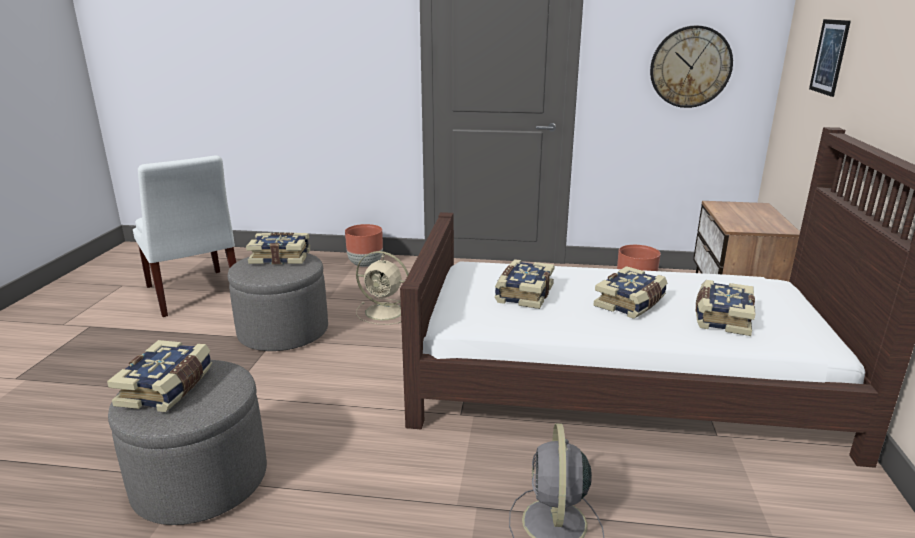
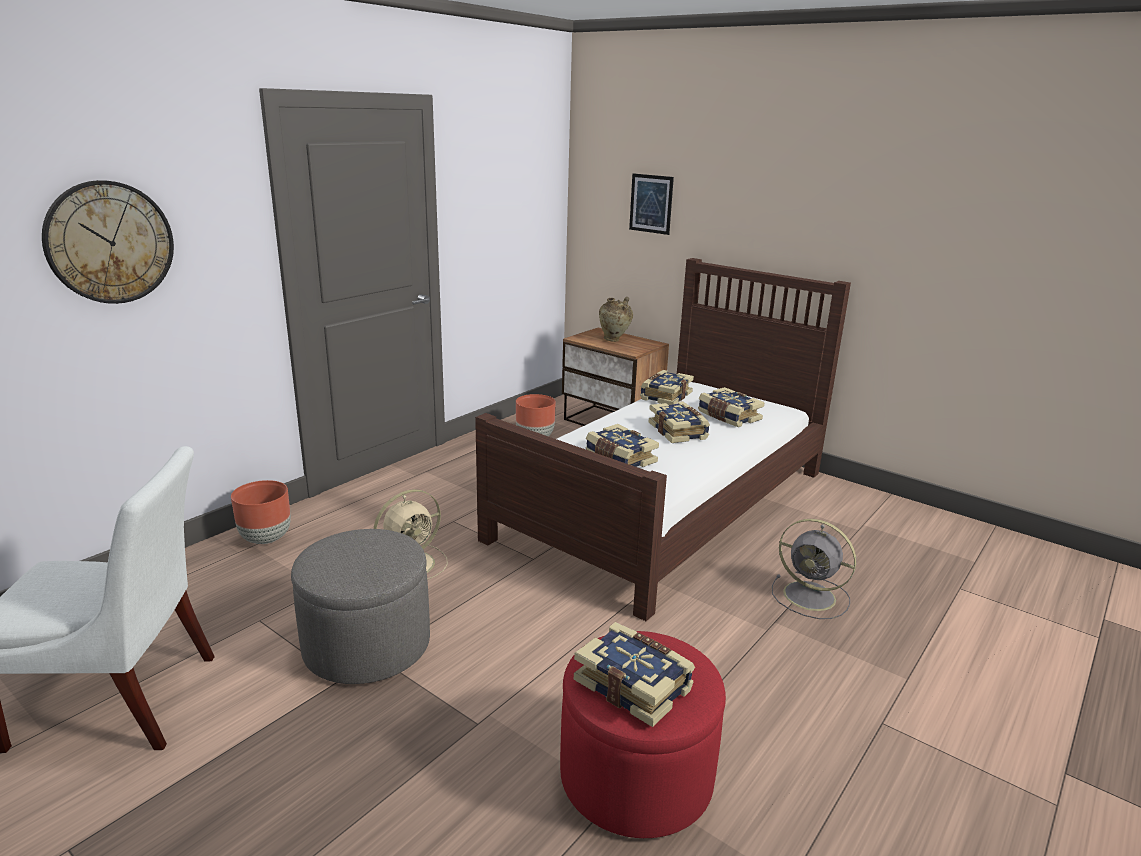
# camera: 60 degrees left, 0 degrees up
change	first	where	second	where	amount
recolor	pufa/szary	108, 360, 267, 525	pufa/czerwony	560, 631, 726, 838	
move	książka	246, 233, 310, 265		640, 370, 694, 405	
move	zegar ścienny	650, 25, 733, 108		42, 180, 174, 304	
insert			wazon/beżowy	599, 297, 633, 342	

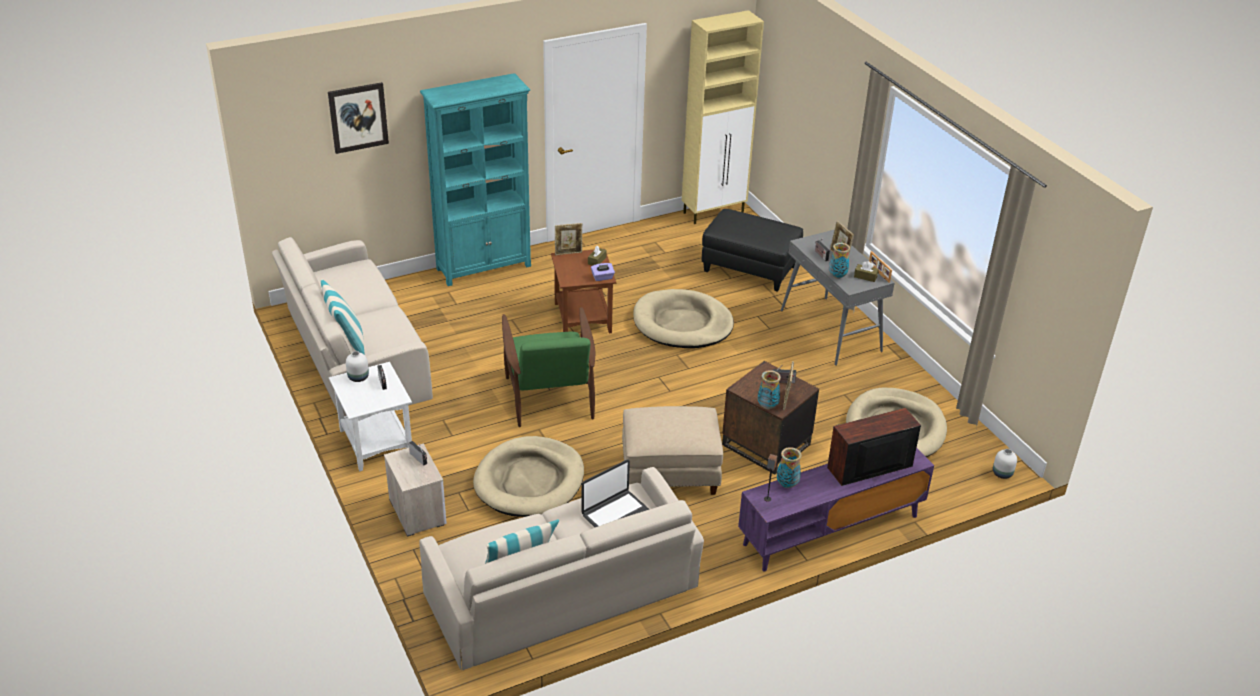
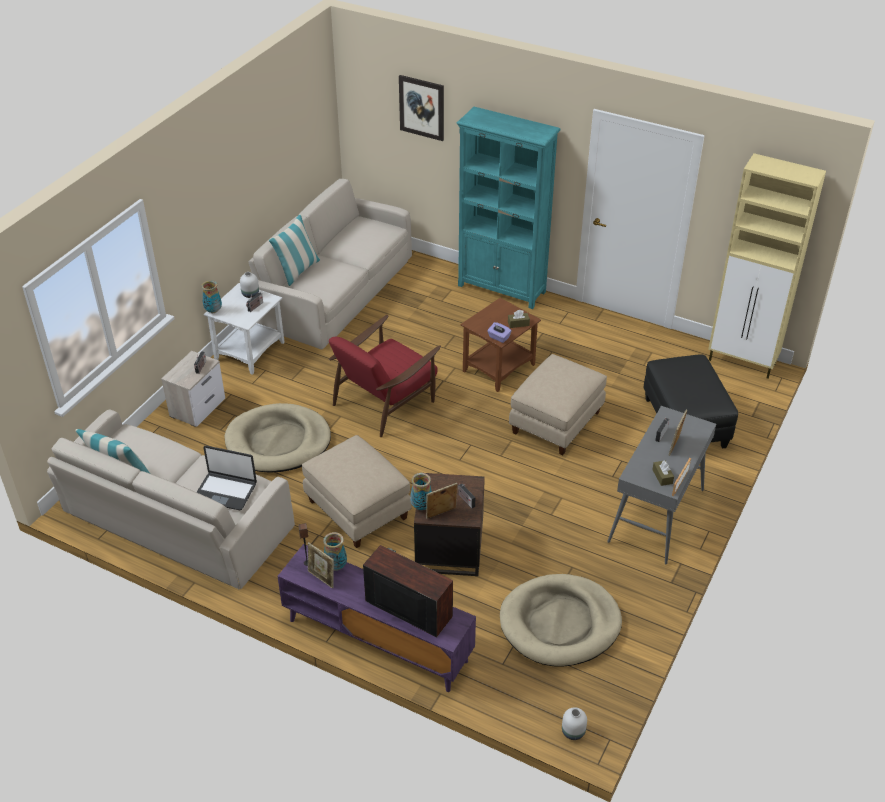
# camera: 55 degrees right, 5 degrees up
change	first	where	second	where	amount
recolor	fotel/zielony	502, 307, 595, 427	fotel/czerwony	329, 315, 441, 437	
move	ramka na zdjęcie	555, 223, 582, 255		308, 542, 334, 589	
replace	legowisko/beżowy	633, 289, 734, 348	pufa/beżowy	509, 354, 607, 455	
move	wazon	829, 243, 850, 279		201, 280, 222, 313	

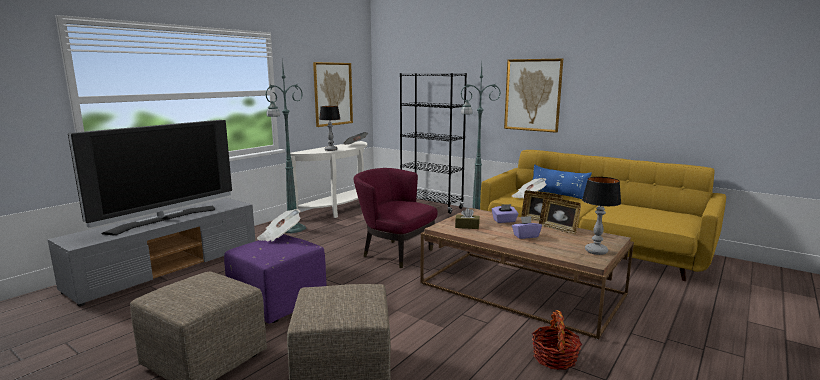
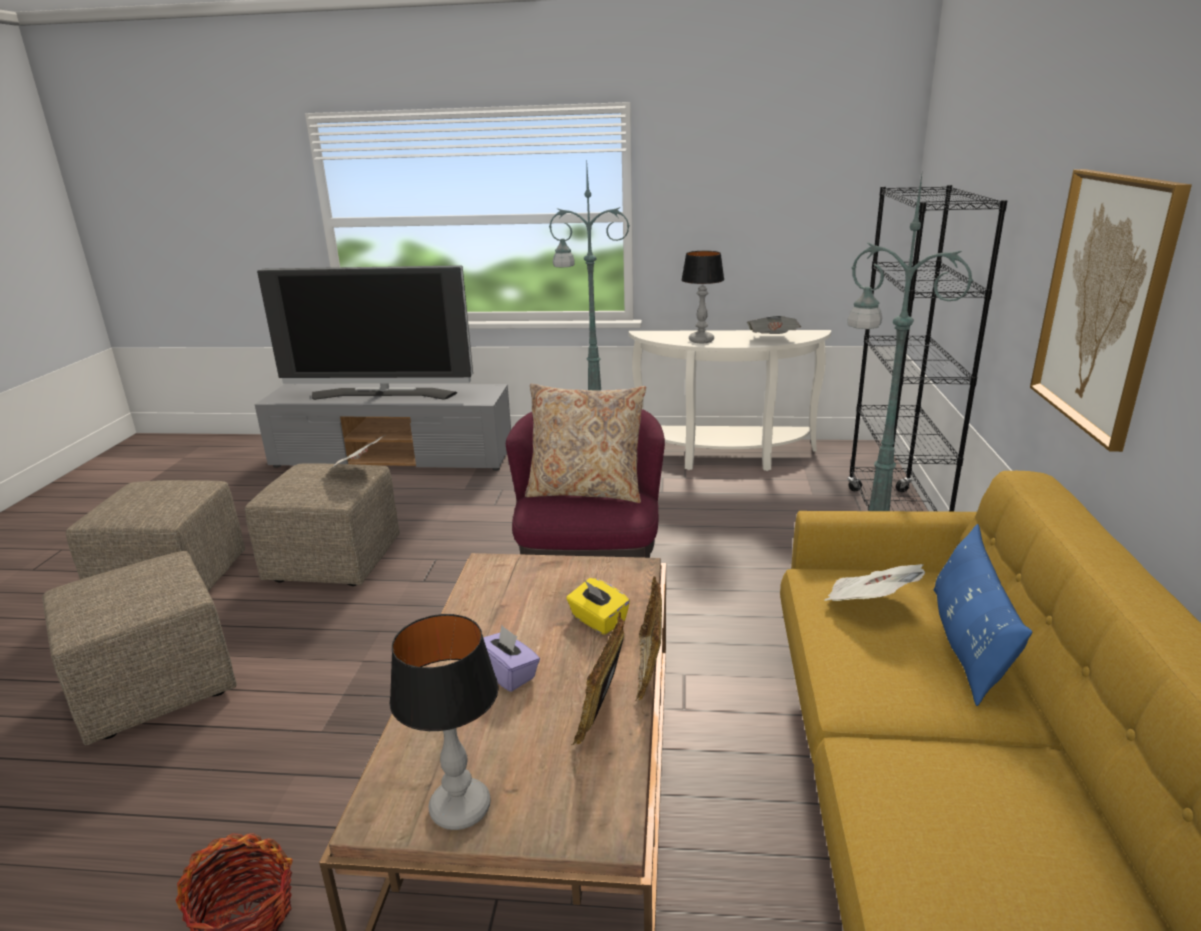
# camera: 60 degrees right, 10 degrees up
change	first	where	second	where	amount
recolor	pufa/fioletowy	224, 234, 327, 324	pufa/beżowy	245, 463, 400, 586	
delete	obraz	313, 62, 353, 127			
delete	pudełko chusteczek/brązowy	455, 208, 480, 229			
recolor	pudełko chusteczek/fioletowy	492, 204, 518, 223	pudełko chusteczek/żółty	566, 578, 630, 635	
insert			poduszka/beżowy	525, 384, 646, 503	

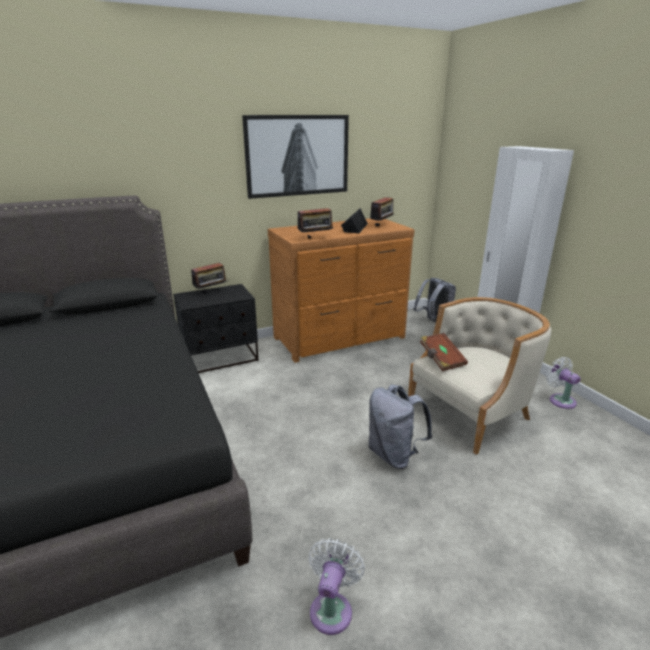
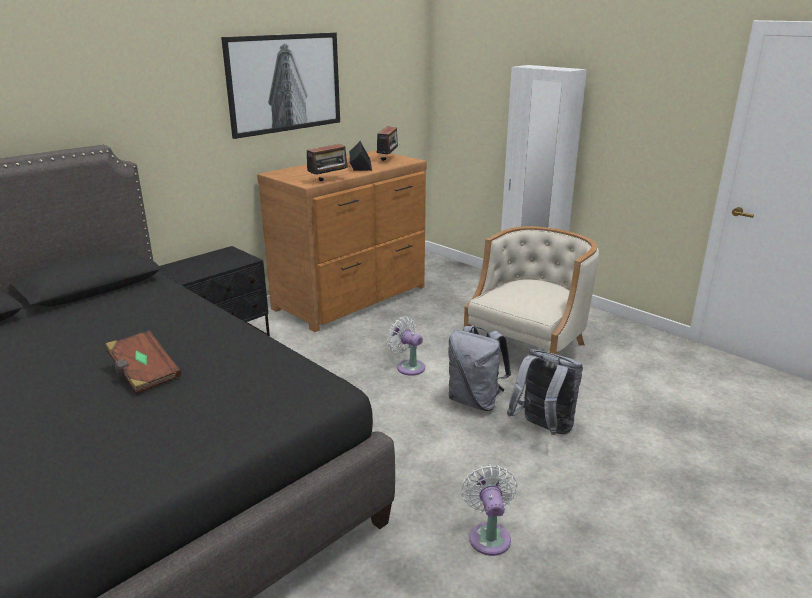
# camera: 20 degrees left, 0 degrees up
change	first	where	second	where	amount
delete	radio	191, 263, 227, 293			
move	plecak/szary	413, 278, 456, 322		507, 349, 583, 435	
move	książka/brązowy	420, 333, 468, 371		105, 330, 181, 394	
move	wentylator/biały	546, 357, 581, 409		387, 317, 425, 376	

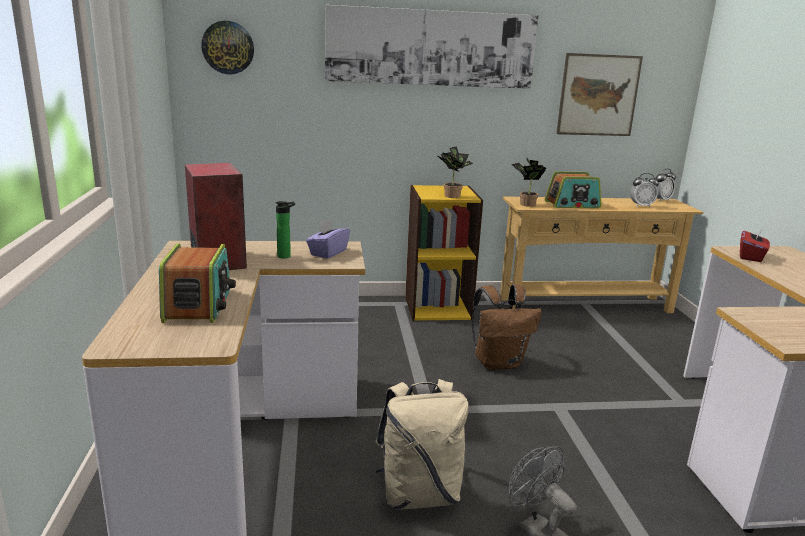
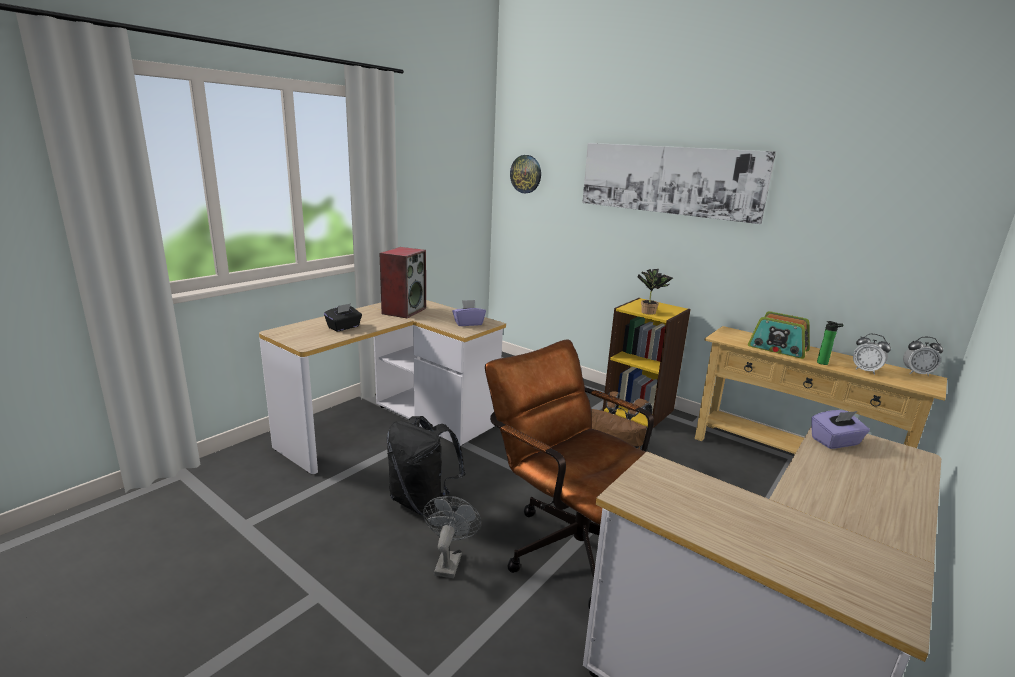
# camera: 45 degrees right, 0 degrees up
change	first	where	second	where	amount
replace	radio	159, 243, 236, 323	pudełko chusteczek/czarny	324, 303, 362, 332	
move	butelka	275, 201, 295, 259		817, 321, 844, 365	
recolor	plecak/beżowy	375, 379, 469, 510	plecak/czarny	387, 416, 465, 516	
delete	roślina doniczkowa	511, 158, 546, 207			
delete	obraz	556, 53, 643, 136			
recolor	pudełko chusteczek/czerwony	740, 228, 770, 262	pudełko chusteczek/fioletowy	811, 410, 870, 449	
insert			krzesło biurowe/brązowy	485, 339, 654, 609	

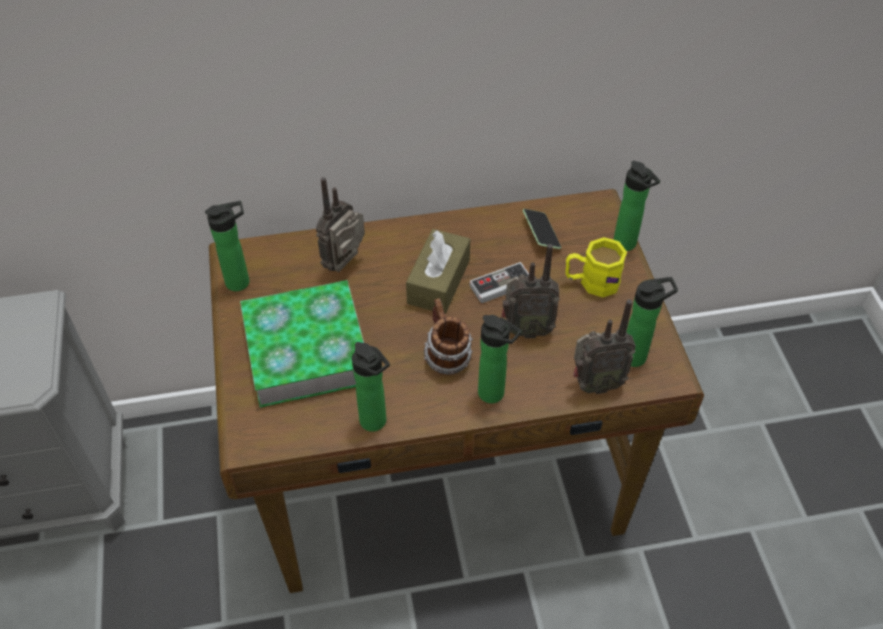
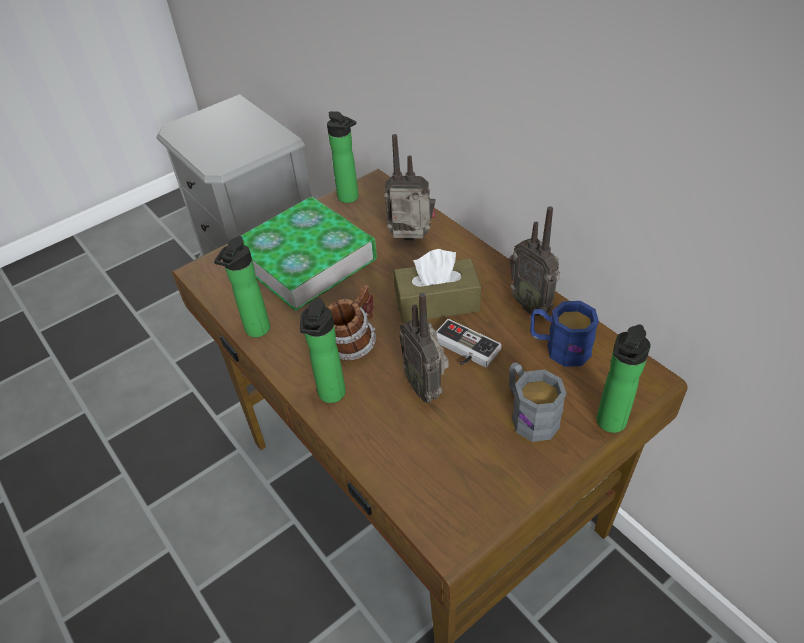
# camera: 65 degrees right, 5 degrees down
change	first	where	second	where	amount
replace	telefon	523, 209, 561, 249	kubek/niebieski	530, 301, 599, 367	
recolor	kubek/żółty	565, 237, 627, 297	kubek/szary	509, 362, 567, 442	
move	radio	573, 299, 636, 394		509, 206, 560, 316	
delete	butelka	626, 277, 678, 367			

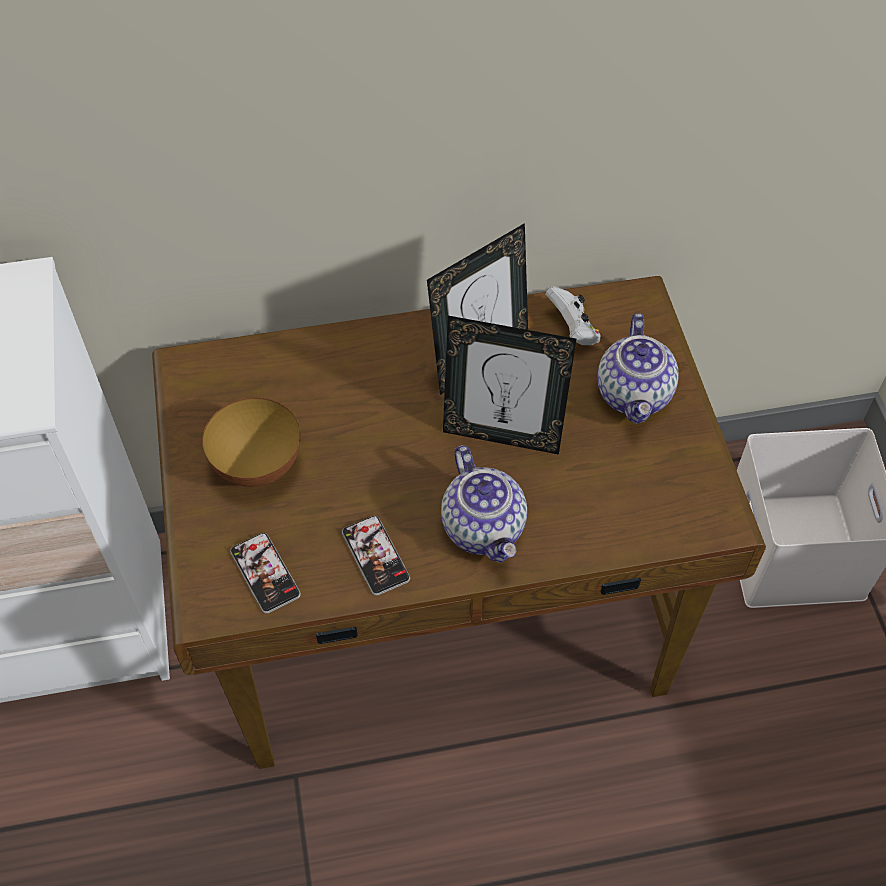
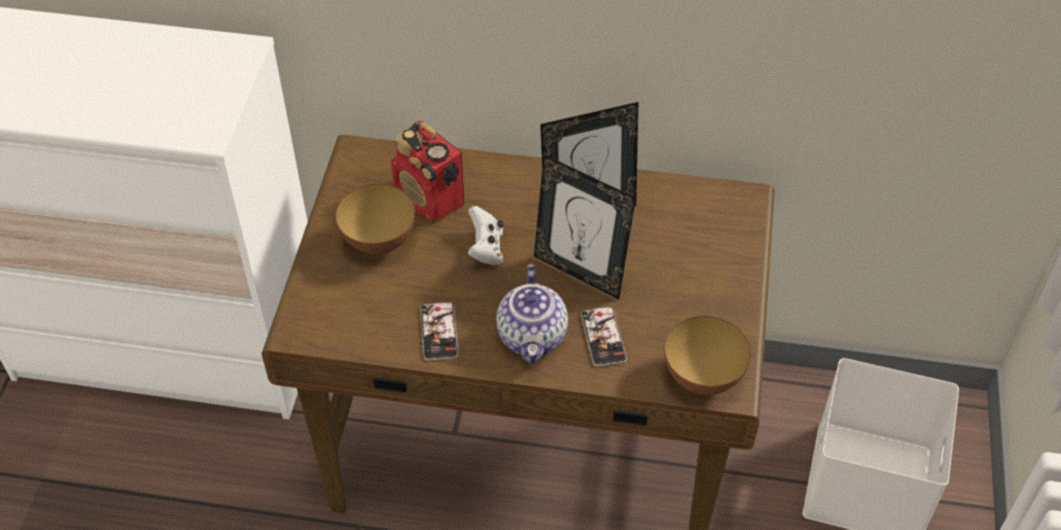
# camera: 20 degrees right, 5 degrees down
change	first	where	second	where	amount
move	telefon	230, 533, 301, 613		581, 307, 627, 367	
move	pad do gier/biały	546, 286, 601, 345		467, 206, 504, 265	
delete	imbryk	597, 313, 679, 424			
insert			radio	391, 120, 464, 220	
insert			miska	664, 316, 751, 395	

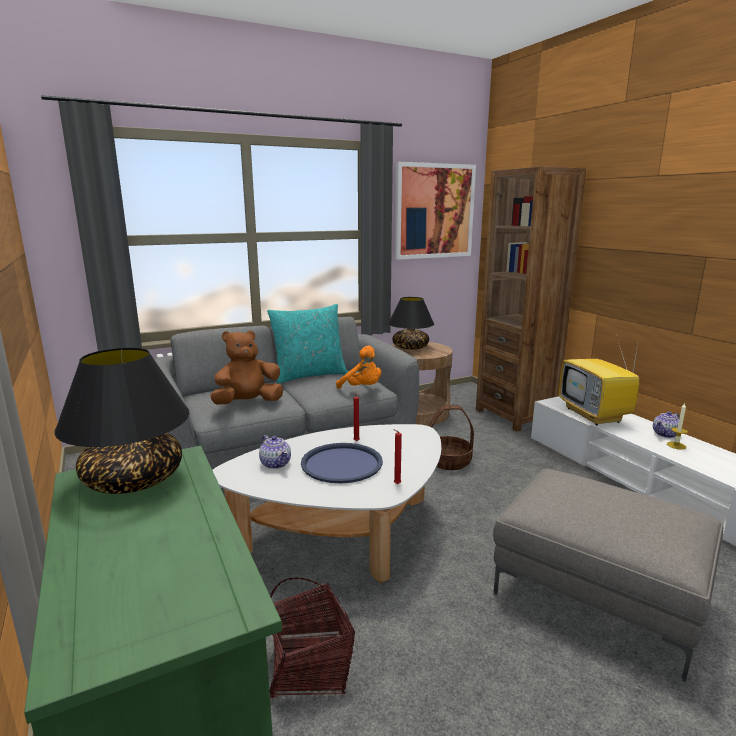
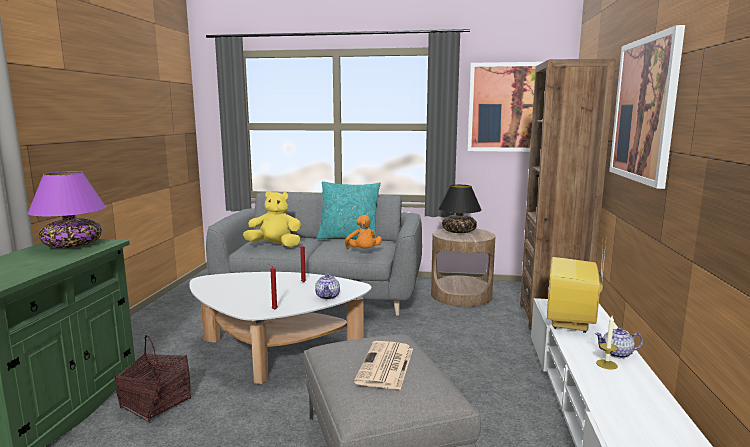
# camera: 35 degrees right, 5 degrees down
change	first	where	second	where	amount
recolor	lampa stołowa/czarny	55, 348, 190, 494	lampa stołowa/fioletowy	28, 171, 106, 248	
recolor	pluszak/brązowy	210, 330, 283, 405	pluszak/żółty	243, 190, 301, 247	
move	imbryk	259, 435, 291, 469		315, 274, 340, 300	
delete	taca/niebieski	301, 443, 383, 483			
delete	koszyk	429, 405, 474, 470			
insert			gazeta	354, 341, 413, 390	
insert			obraz	609, 25, 685, 189	

